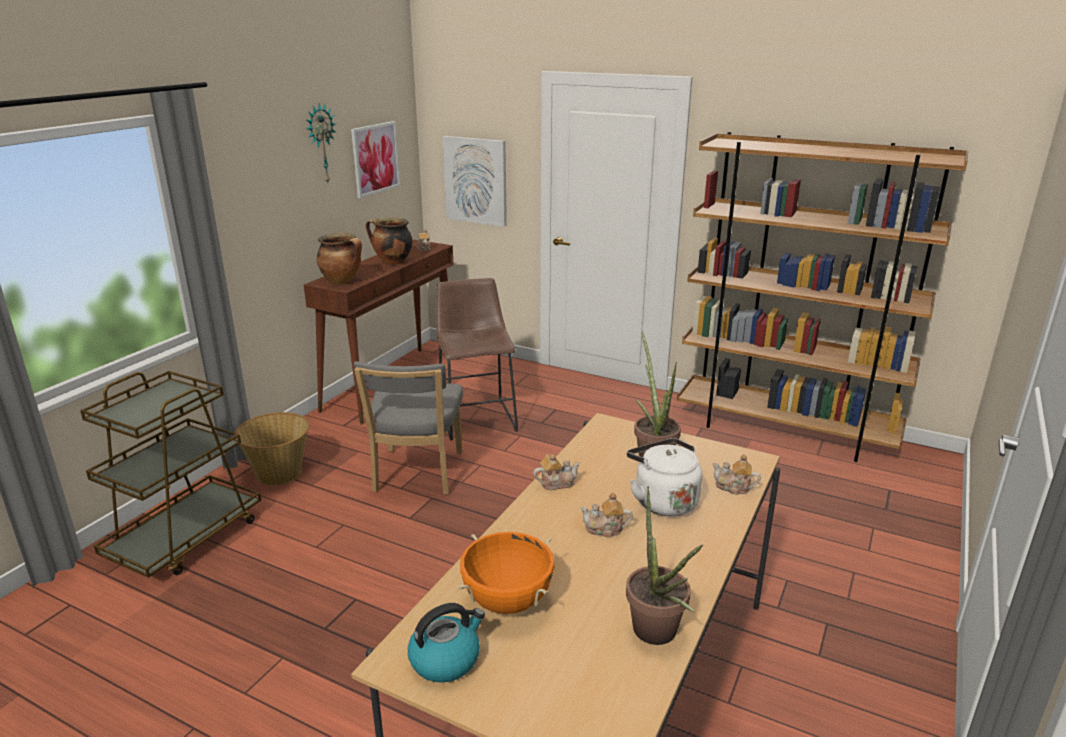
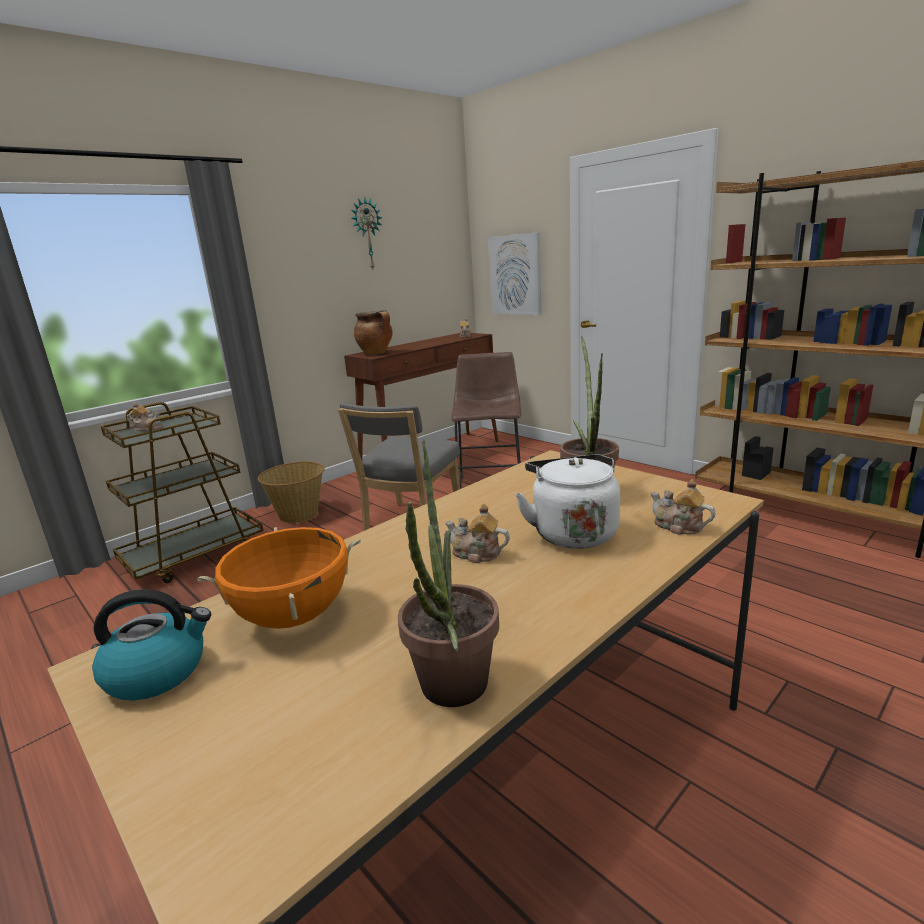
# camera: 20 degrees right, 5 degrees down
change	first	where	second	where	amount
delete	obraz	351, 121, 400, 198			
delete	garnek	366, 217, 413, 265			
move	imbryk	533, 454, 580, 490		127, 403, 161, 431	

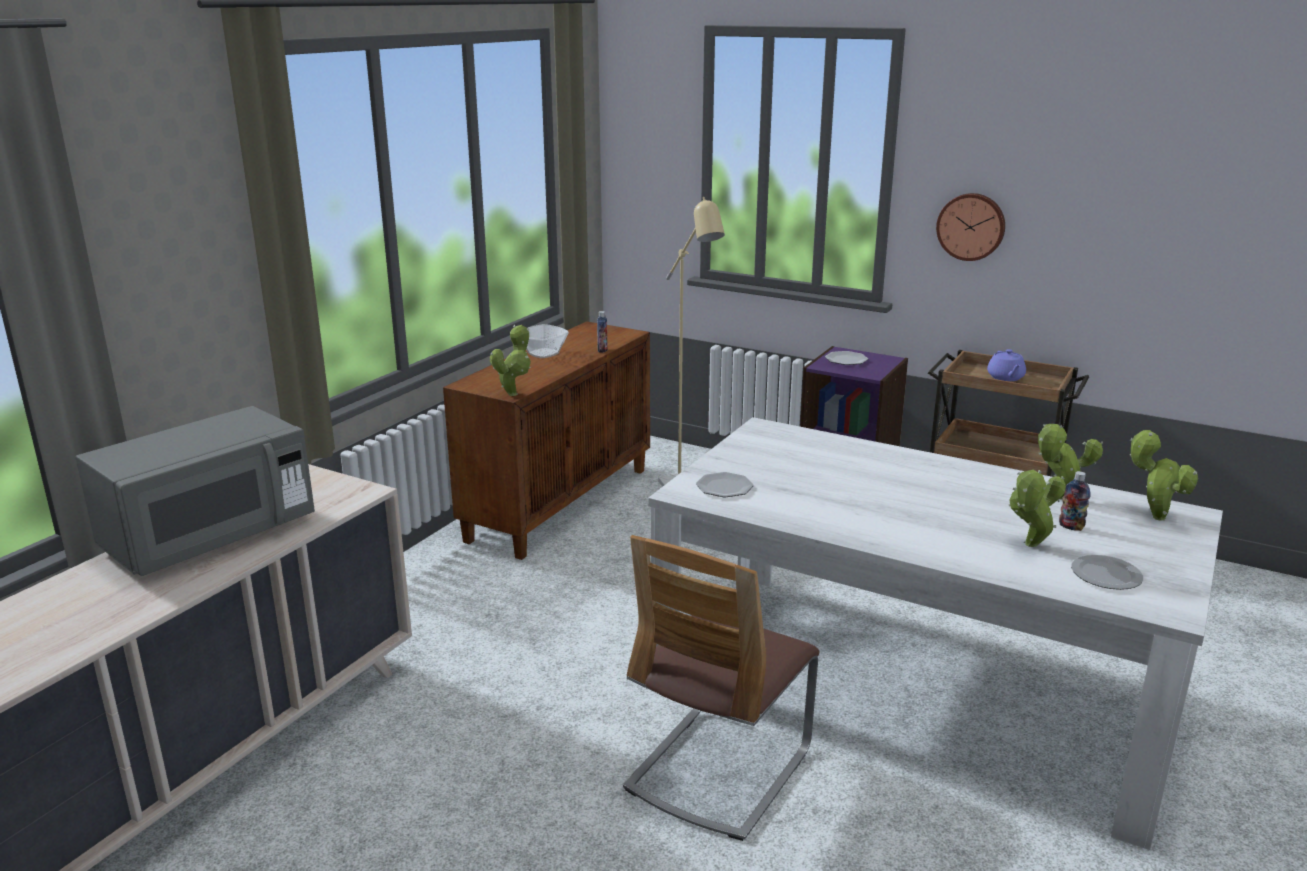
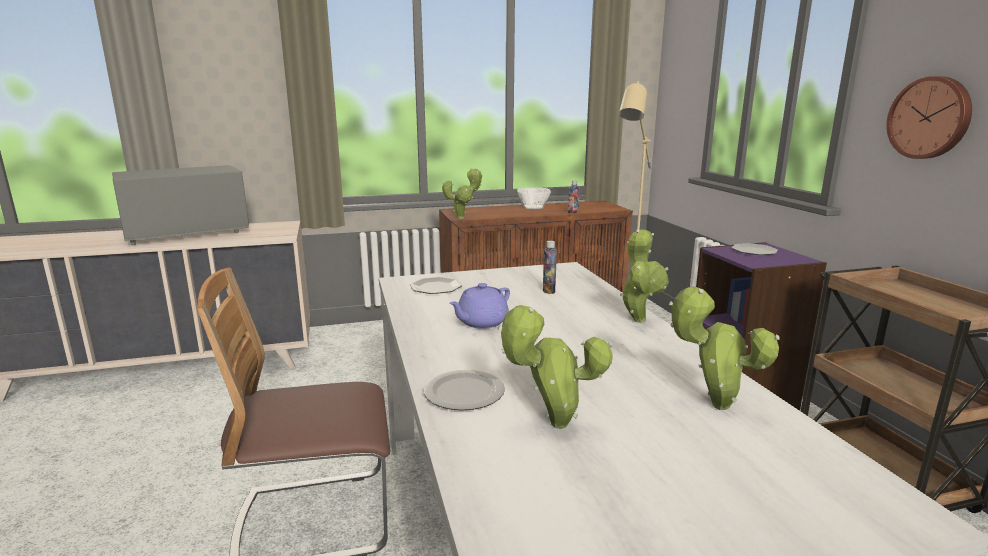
# camera: 45 degrees right, 5 degrees down
change	first	where	second	where	amount
rotate	mikrofalówka/szary	76, 406, 315, 576		112, 165, 249, 245	150 degrees clockwise
move	imbryk/fioletowy	987, 349, 1026, 381		449, 283, 510, 329	
move	butelka	1059, 471, 1091, 531		543, 241, 557, 294	
move	talerz	1071, 555, 1143, 590		424, 370, 505, 410	
move	roślina doniczkowa	1130, 430, 1198, 521		620, 229, 669, 323	

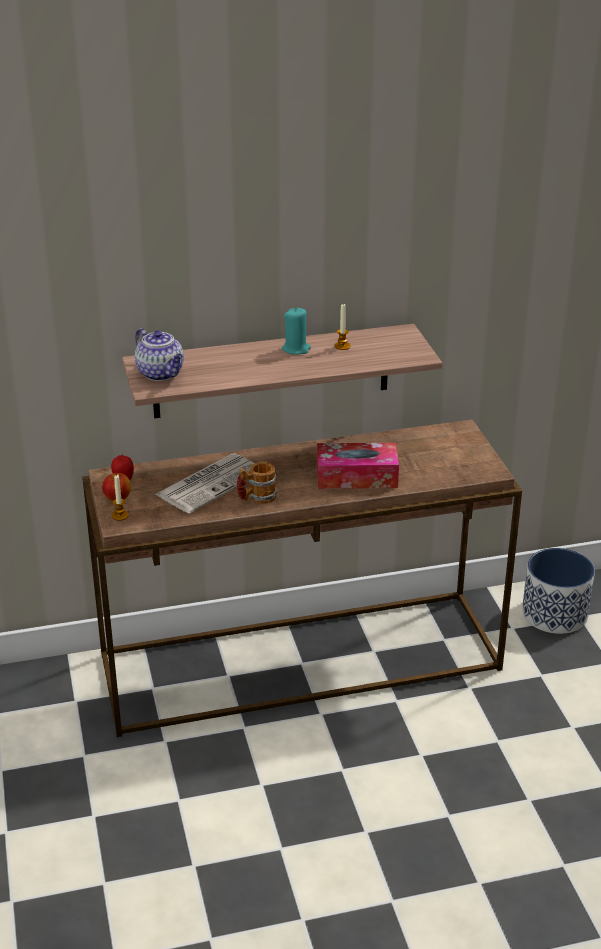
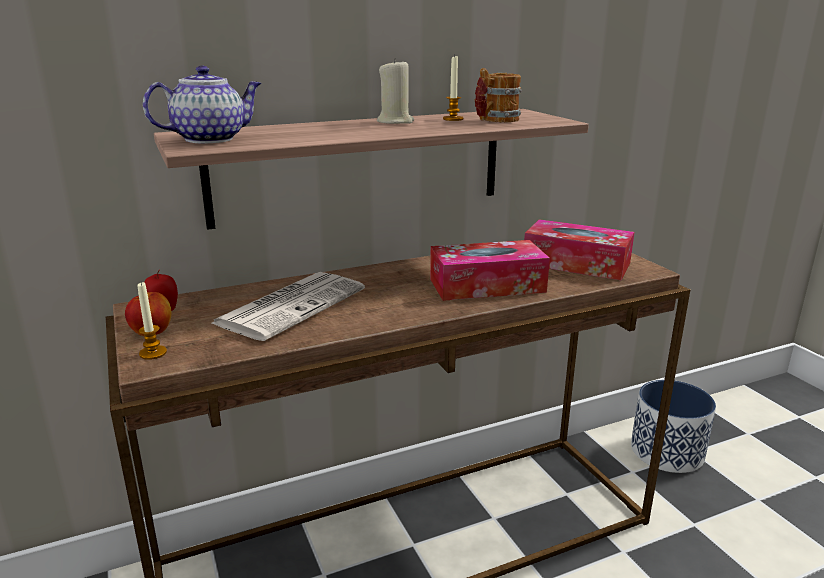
# camera: 10 degrees left, 10 degrees down
change	first	where	second	where	amount
rotate	imbryk	135, 328, 184, 381		143, 66, 262, 143	75 degrees counterclockwise
move	kubek	236, 461, 277, 504		475, 68, 522, 122	
recolor	świeca/turkusowy	282, 308, 311, 355	świeca/beżowy	377, 58, 414, 124	
insert			pudełko chusteczek	524, 219, 635, 280	

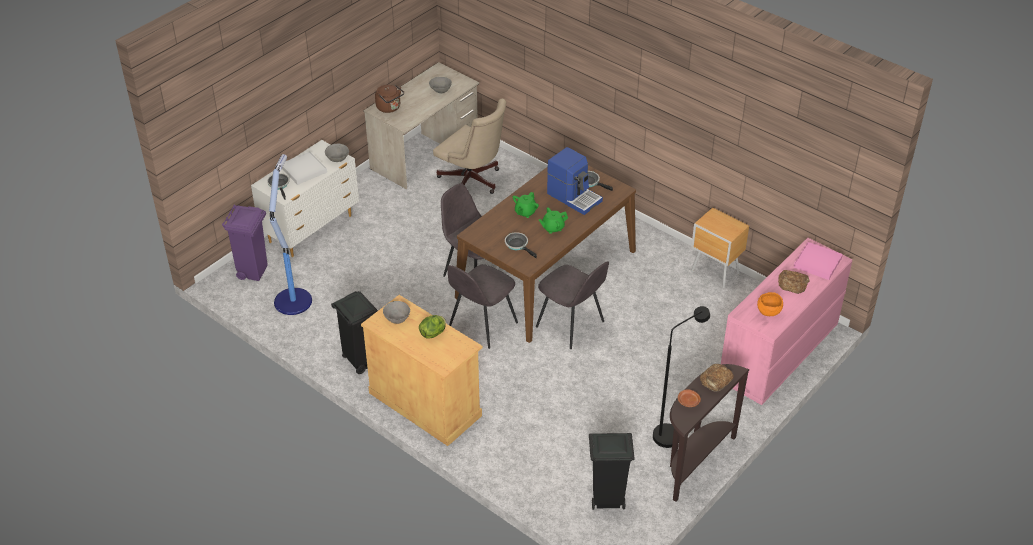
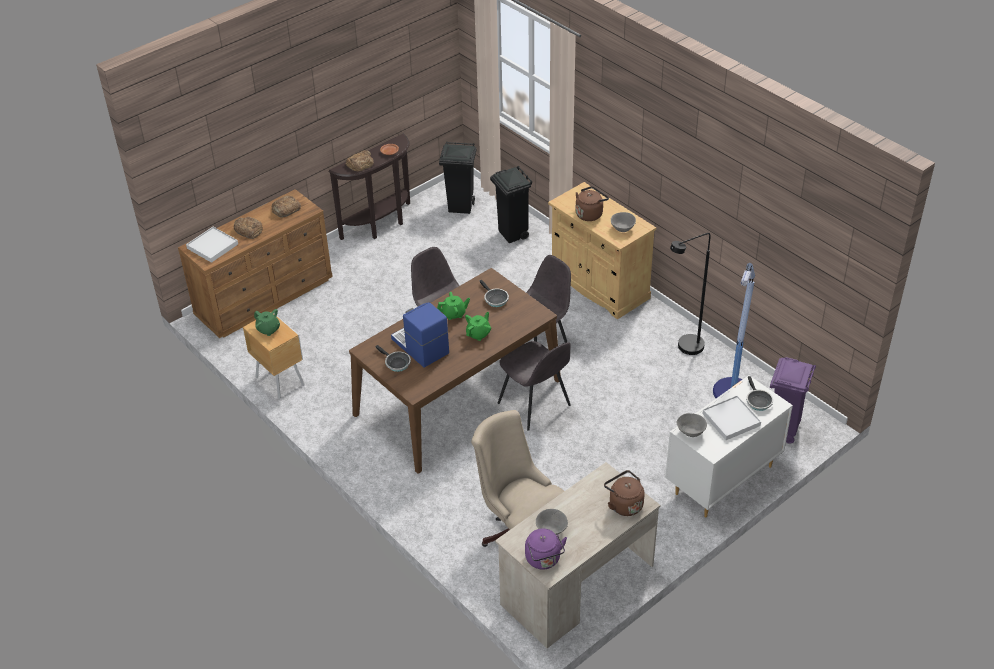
# camera: 170 degrees left, 0 degrees up
change	first	where	second	where	amount
move	kosz na śmieci/czarny	331, 291, 378, 374		490, 166, 533, 243	
replace	sałata	419, 315, 446, 339	czajnik/brązowy	576, 186, 609, 221	
move	lampa stojąca/czarny	653, 306, 710, 448		670, 233, 711, 355	
recolor	komoda/różowy	721, 238, 852, 405	komoda/brązowy	178, 189, 333, 338	
replace	miska/pomarańczowy	757, 292, 783, 316	chleb	272, 196, 301, 217	
recolor	taca/różowy	794, 242, 843, 280	taca/biały	186, 227, 238, 263	
insert			imbryk/zielony	254, 309, 280, 336	
insert			czajnik/fioletowy	525, 528, 567, 569	

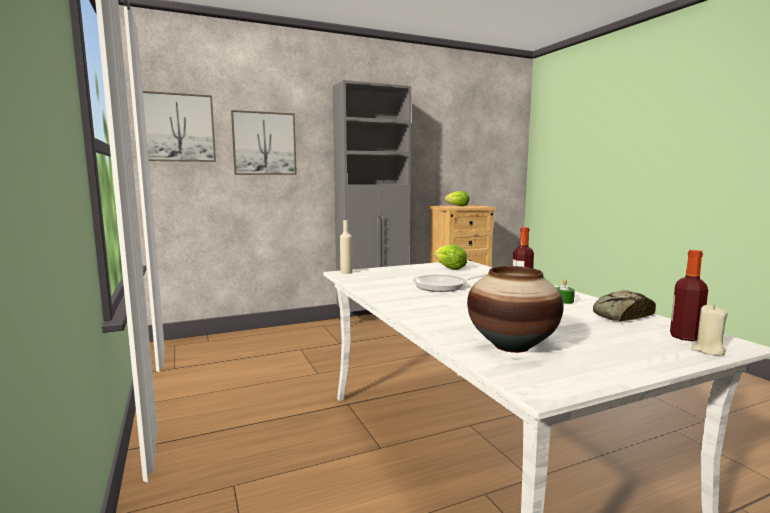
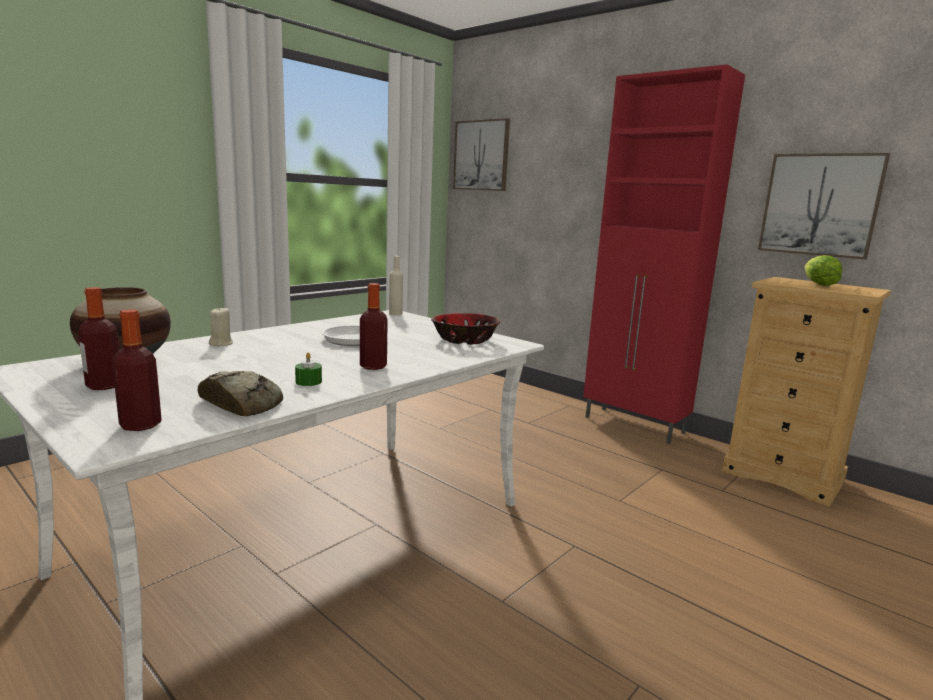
# camera: 65 degrees right, 5 degrees up
change	first	where	second	where	amount
move	obraz	231, 110, 297, 175		758, 153, 890, 260	
recolor	szafka/szary	333, 80, 411, 320	szafka/czerwony	583, 64, 745, 444	
replace	sałata	434, 244, 467, 270	miska	431, 313, 500, 345	
move	świeca/beżowy	691, 305, 728, 356		209, 307, 233, 346	
insert			butelka	78, 287, 119, 390	

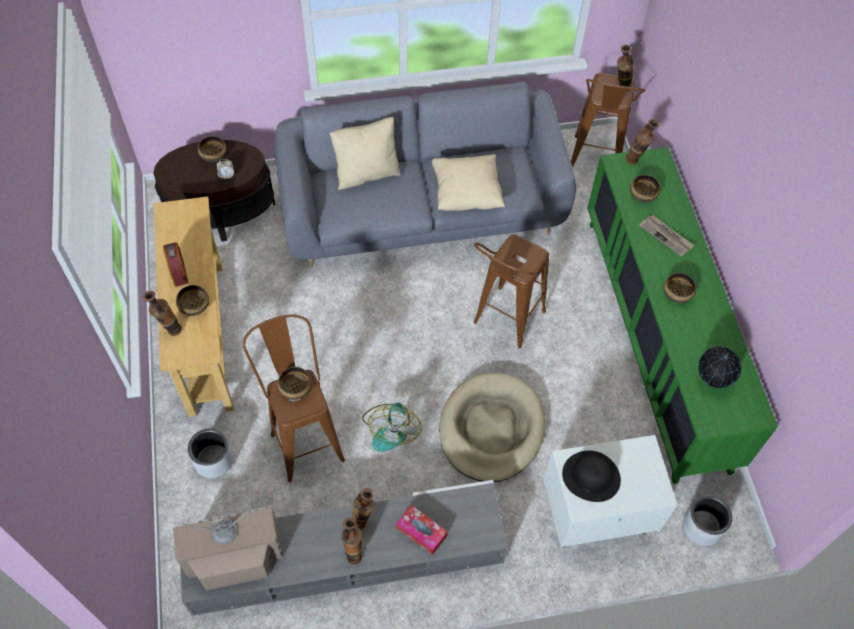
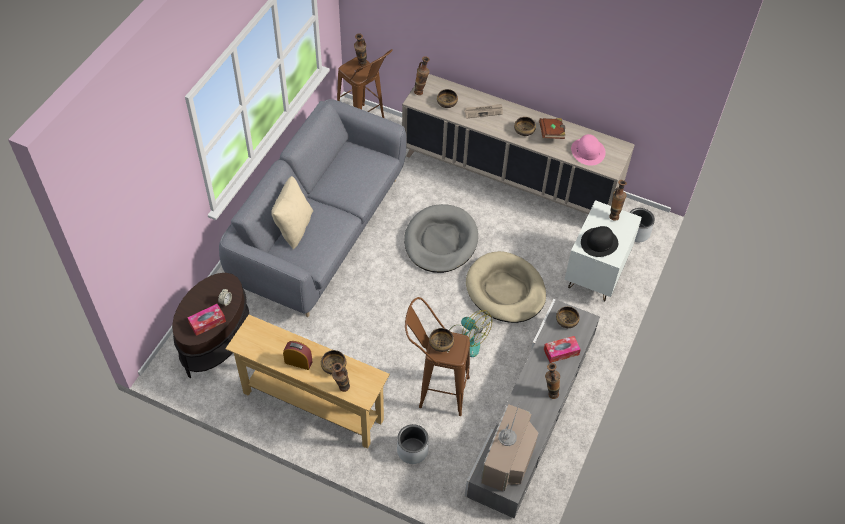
# camera: 55 degrees left, 5 degrees down
change	first	where	second	where	amount
move	miska	198, 136, 227, 162		556, 306, 580, 328	
move	wazon	352, 488, 375, 530		609, 180, 627, 221	
delete	poduszka/beżowy	432, 154, 505, 211			
replace	stołek/brązowy	473, 234, 549, 349	legowisko/szary	404, 204, 478, 273	
recolor	szafka/zielony	587, 147, 778, 484	szafka/beżowy	402, 74, 635, 214	
replace	globus	698, 347, 741, 388	kapelusz/różowy	571, 134, 606, 166	
insert			pudełko chusteczek	187, 304, 226, 336	
insert			książka/brązowy	539, 118, 565, 139	

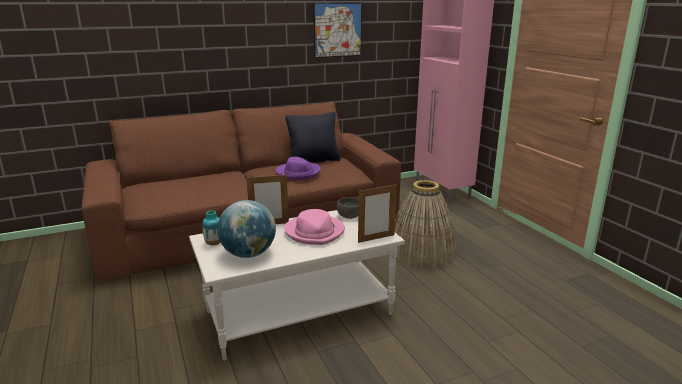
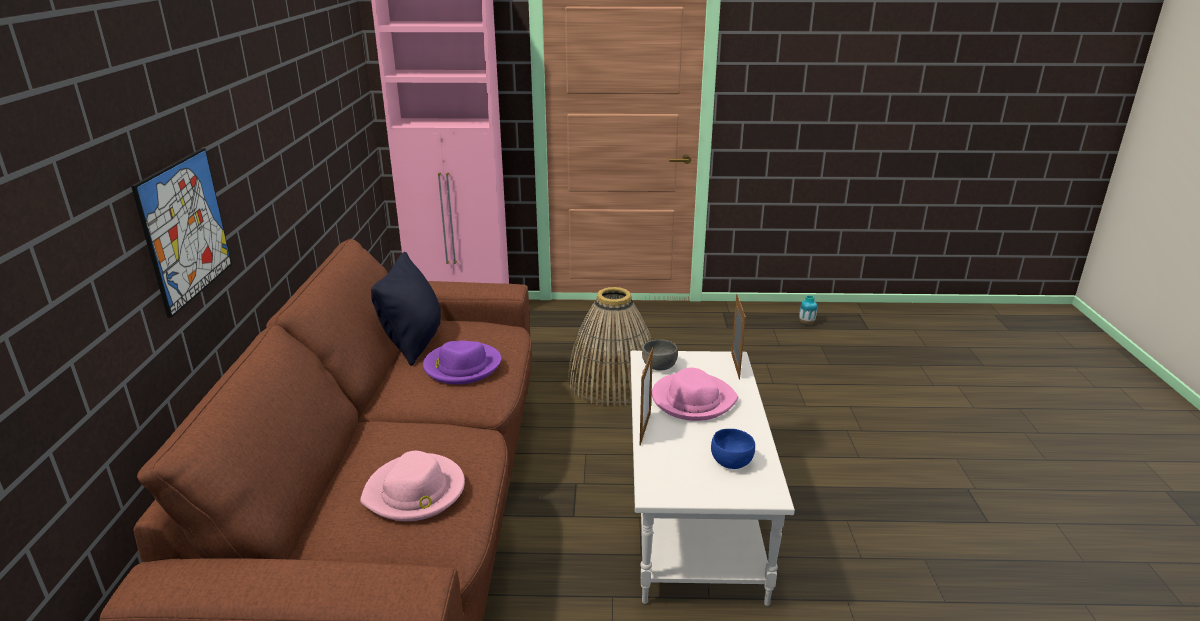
# camera: 65 degrees left, 5 degrees up
change	first	where	second	where	amount
move	wazon	202, 210, 221, 246		799, 295, 817, 325	
replace	globus	217, 200, 276, 258	miska/niebieski	711, 429, 755, 469	
move	obraz	313, 3, 362, 58		131, 148, 232, 318	
insert			kapelusz/różowy	360, 451, 465, 521	

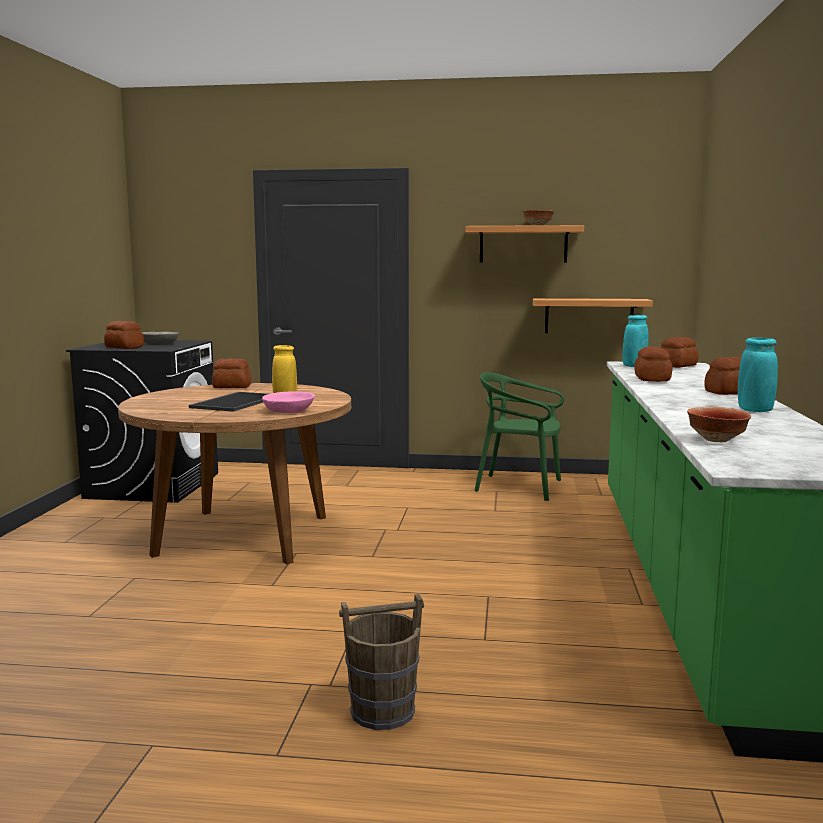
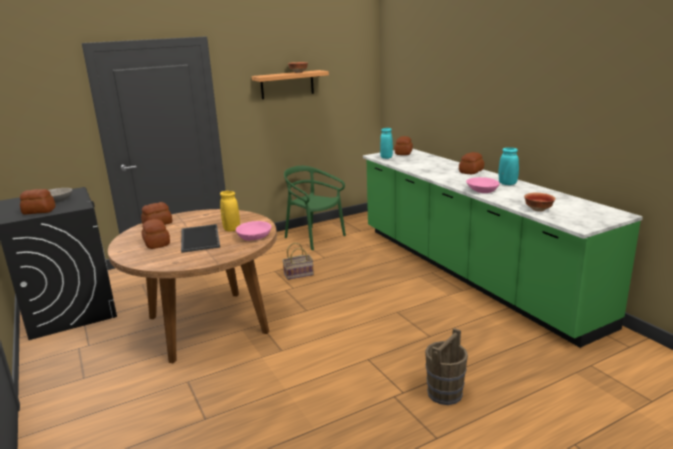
# camera: 35 degrees left, 10 degrees up
change	first	where	second	where	amount
rotate	krzesło/zielony	474, 372, 564, 501		284, 166, 346, 250	60 degrees clockwise
delete	półka	533, 298, 653, 333			
move	chleb	634, 346, 672, 382		142, 219, 170, 249	
insert			koszyk	282, 243, 314, 280	
insert			miska/różowy	466, 177, 500, 193	

